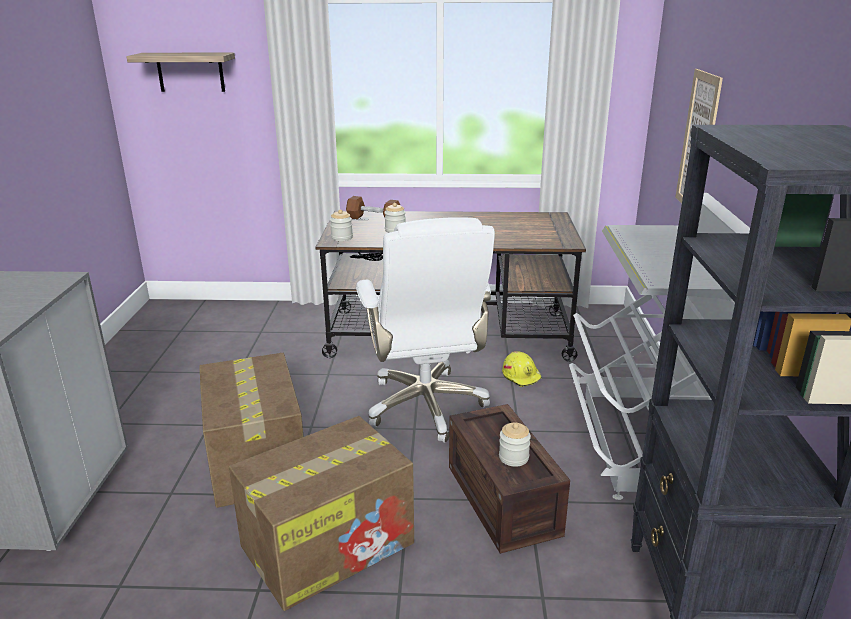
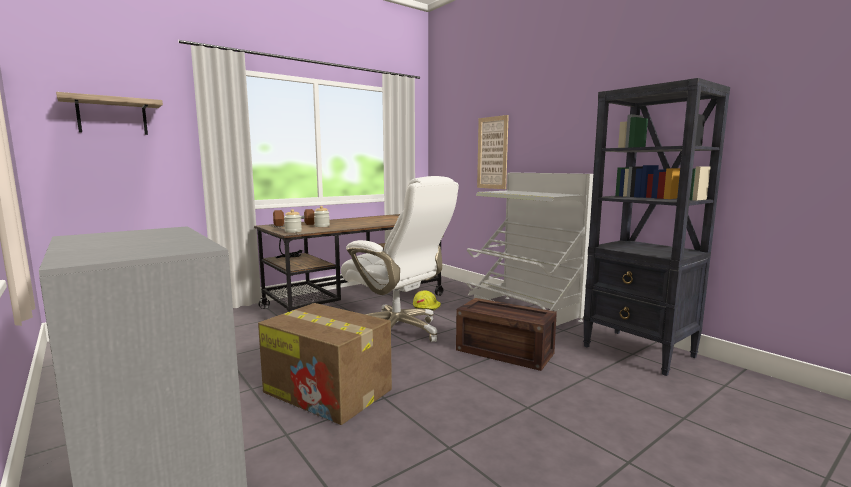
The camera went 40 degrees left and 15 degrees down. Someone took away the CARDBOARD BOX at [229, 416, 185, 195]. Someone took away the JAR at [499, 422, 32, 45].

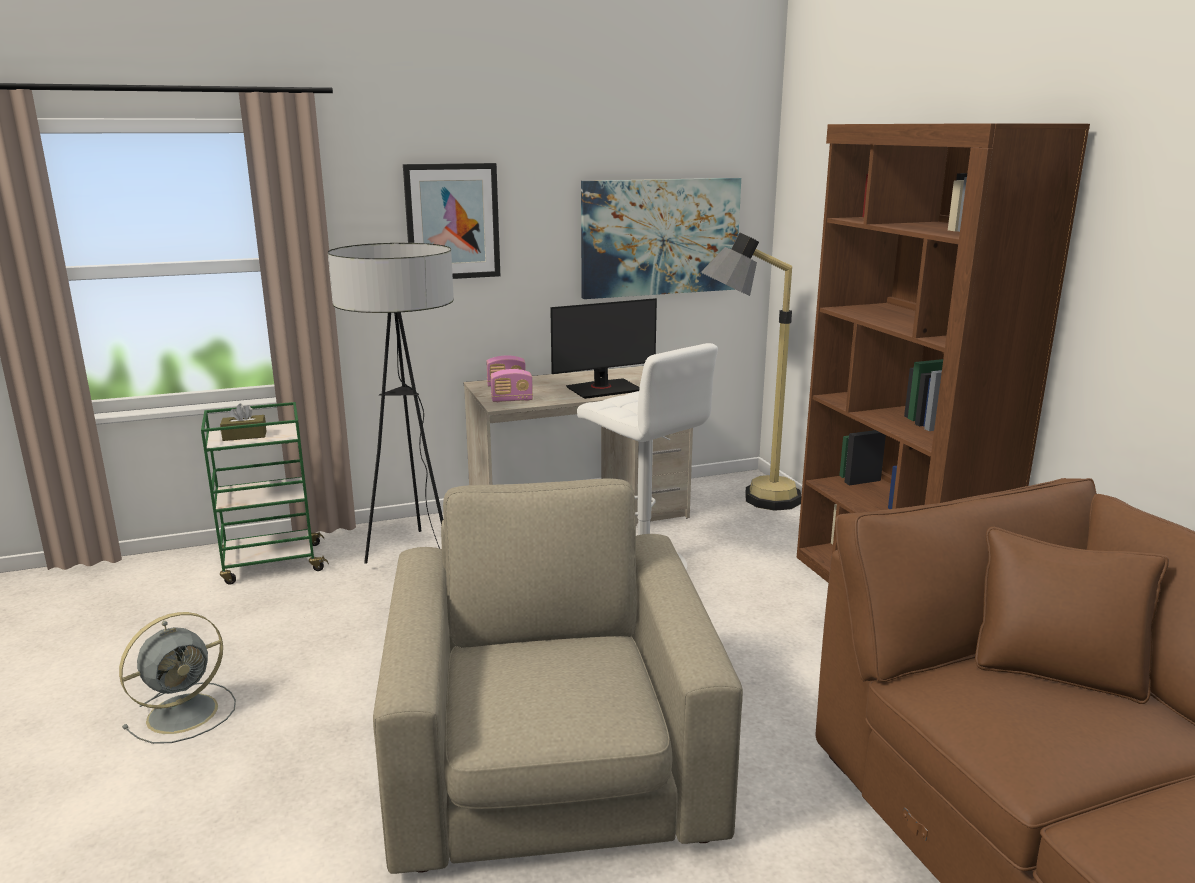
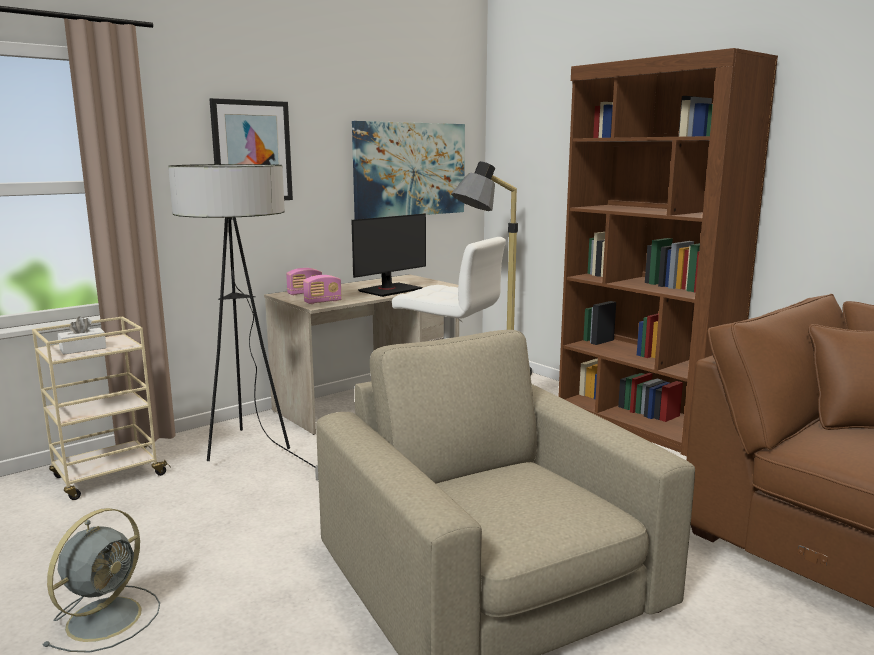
The camera went 20 degrees left and 5 degrees down. Someone repainted the GREEN CART at [201, 402, 128, 183], which became the BEIGE CART at [32, 316, 139, 184]. Someone repainted the BROWN TISSUE BOX at [220, 403, 46, 38], which became the WHITE TISSUE BOX at [58, 316, 49, 39].

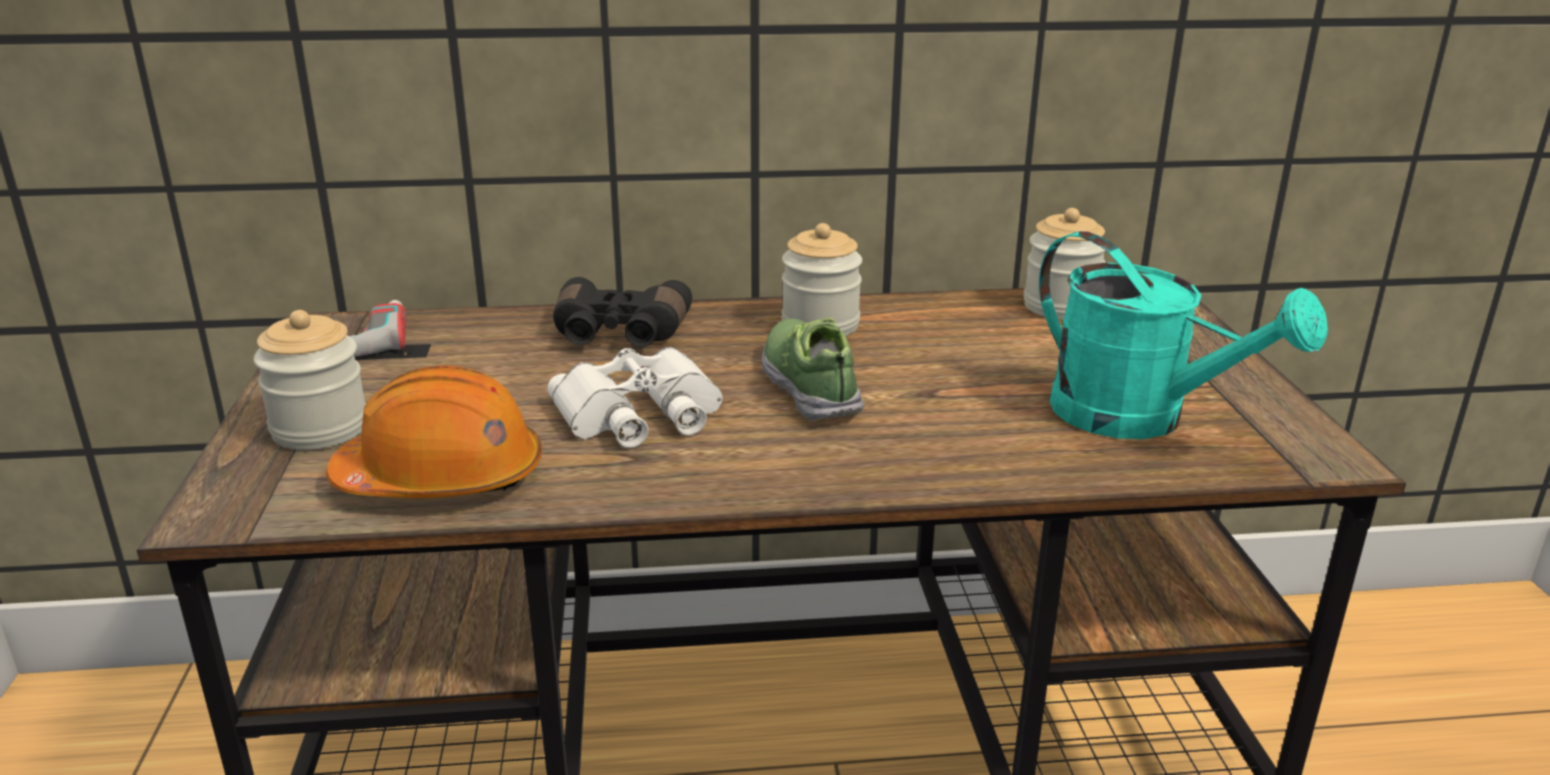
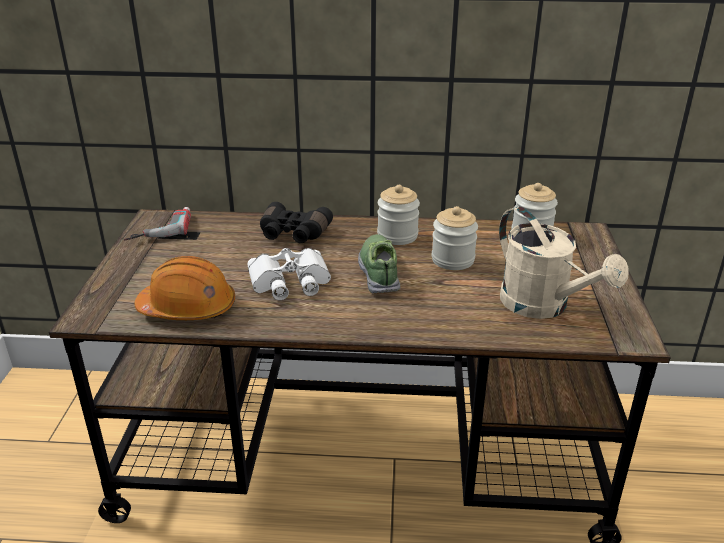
The camera went 10 degrees right and 5 degrees up. Someone carried the JAR from [254, 310, 112, 140] to [432, 206, 46, 64]. Someone repainted the TURQUOISE WATERING CAN at [1039, 231, 289, 208], which became the BEIGE WATERING CAN at [499, 207, 130, 112].

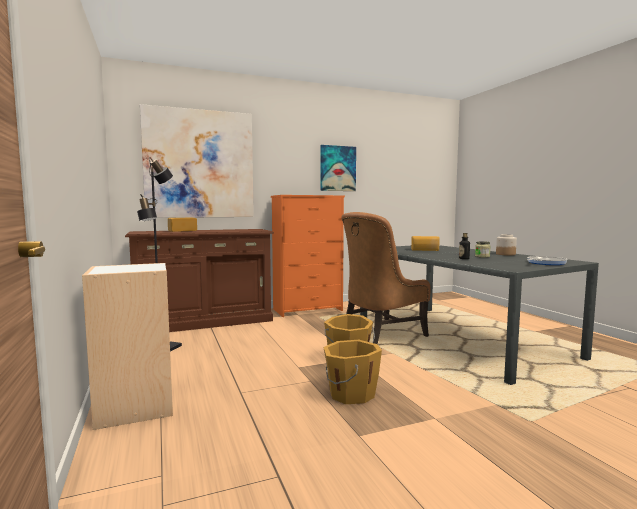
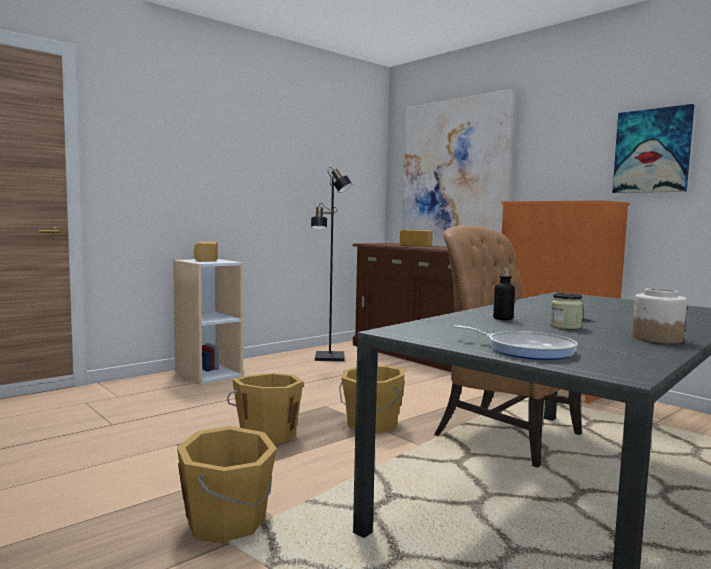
The camera went 70 degrees right and 0 degrees up. Someone put down the ORANGE BUCKET at [177, 426, 100, 118]. Someone carried the BREAD from [411, 236, 29, 15] to [194, 241, 24, 21].

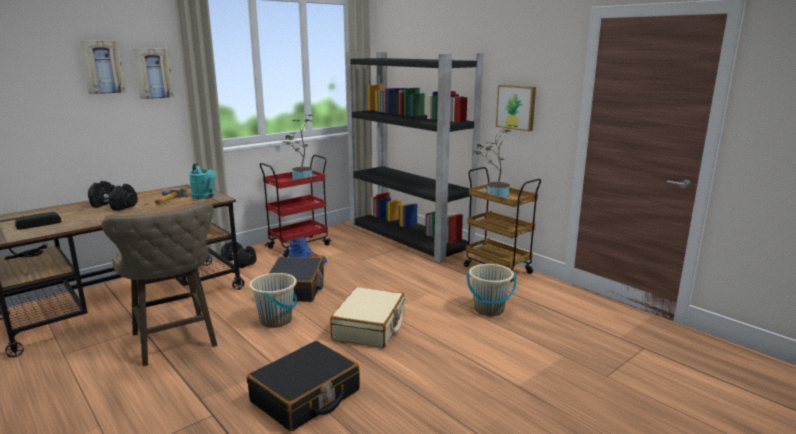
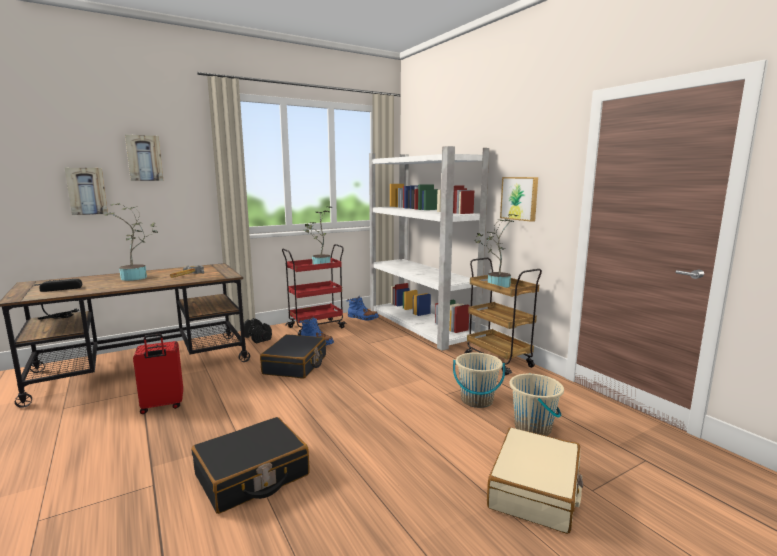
The camera went 10 degrees right and 5 degrees down. Someone carried the PICTURE from [133, 49, 41, 50] to [65, 168, 43, 47]. Someone swapped the BLACK DUMBBELL at [88, 181, 50, 30] for the POTTED PLANT at [104, 203, 54, 78]. Someone swapped the BEIGE STOOL at [102, 202, 116, 164] for the RED SUITCASE at [133, 334, 50, 80]. Someone put down the BLUE BOOT at [346, 296, 33, 24]. Someone repainted the BLACK BOOKCASE at [346, 52, 137, 211], which became the WHITE BOOKCASE at [369, 146, 120, 205]. Someone carried the BEIGE SUITCASE from [330, 287, 75, 61] to [487, 427, 96, 107]. Someone carried the BEIGE BUCKET from [249, 273, 48, 55] to [509, 373, 55, 63]. Someone took away the TURQUOISE WATERING CAN at [189, 163, 27, 36].

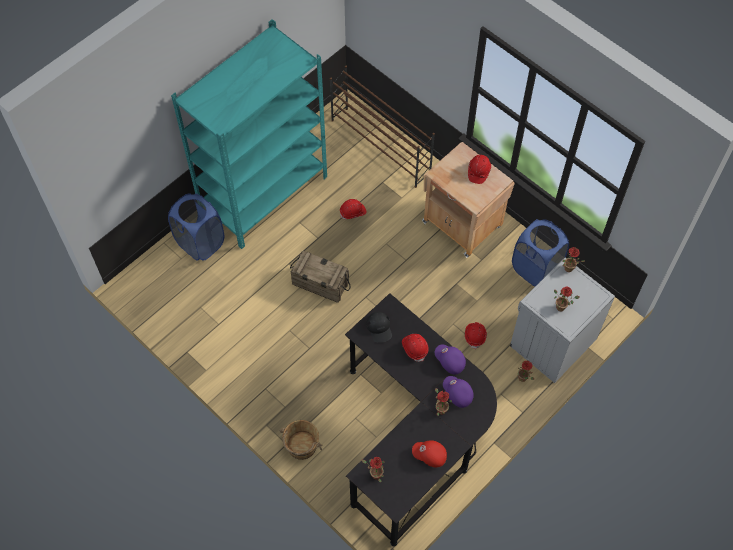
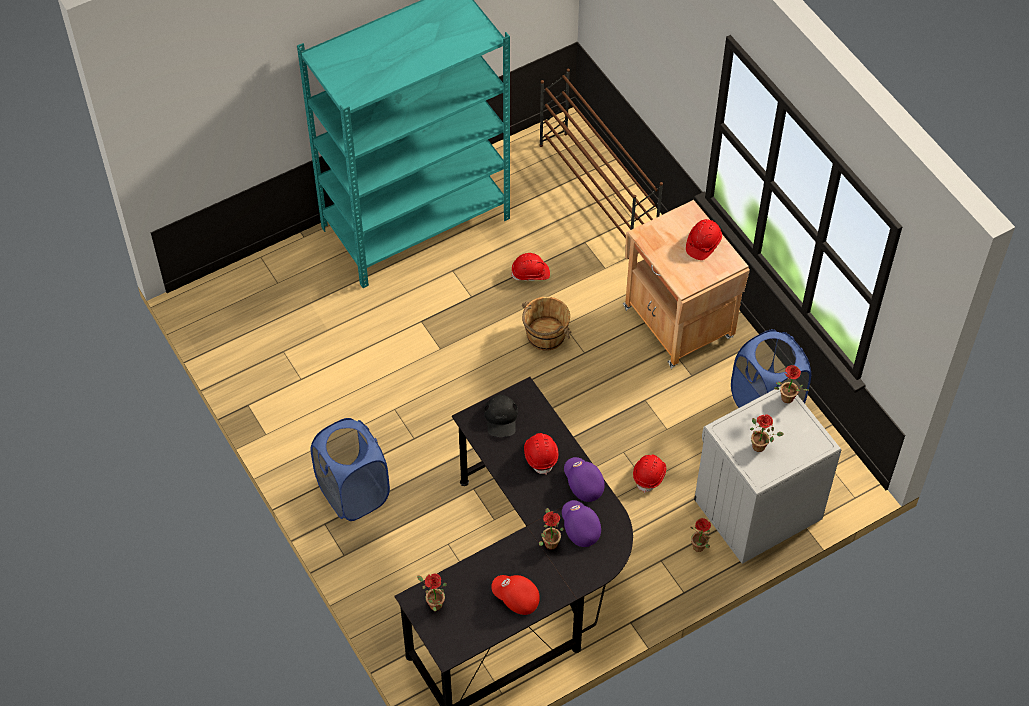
The camera went 15 degrees right and 5 degrees down. Someone carried the BLUE LAUNDRY BASKET from [168, 193, 56, 68] to [310, 418, 80, 103]. Someone carried the BROWN BUCKET from [280, 420, 43, 40] to [522, 297, 49, 54]. Someone took away the CRATE at [290, 251, 60, 52].

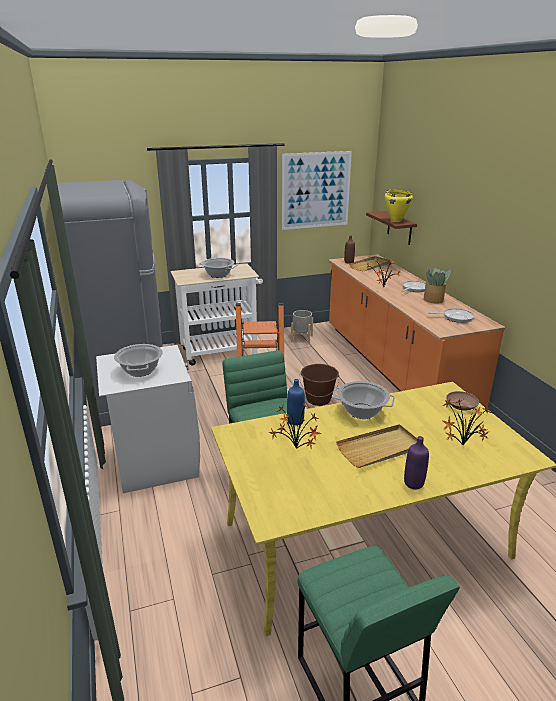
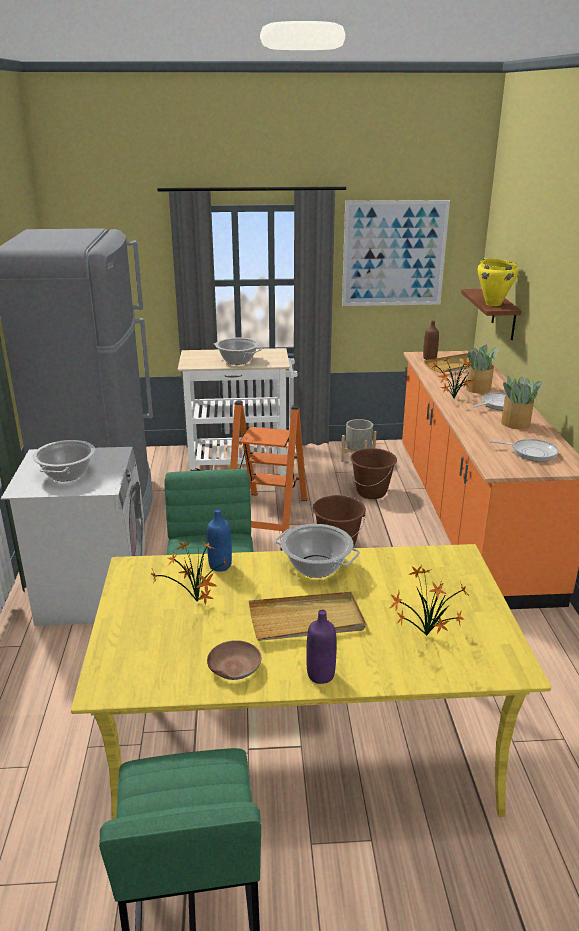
The camera went 15 degrees right and 0 degrees up. Someone carried the BROWN BOWL from [446, 391, 33, 20] to [207, 640, 55, 40]. Someone put down the BROWN BUCKET at [350, 448, 47, 51]. Someone put down the POTTED PLANT at [466, 344, 32, 50].

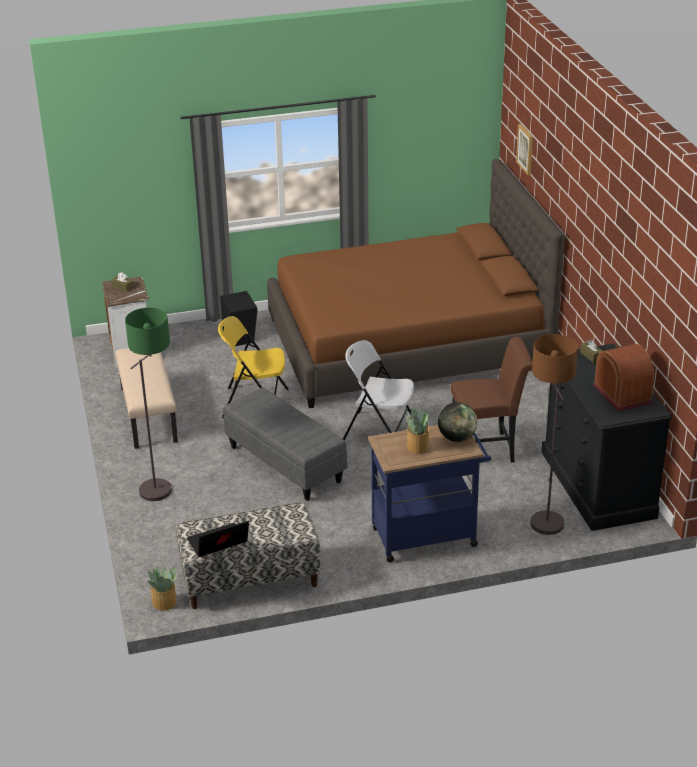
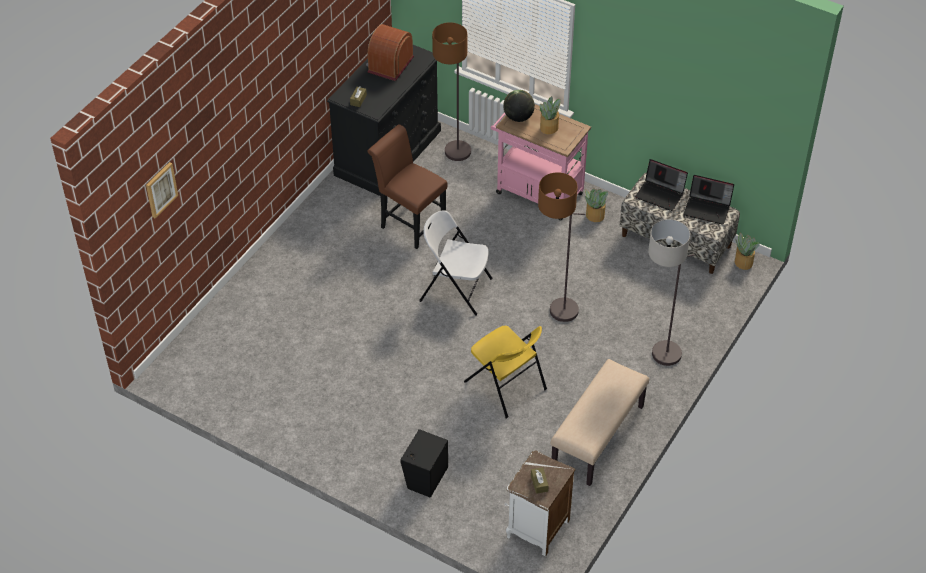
The camera went 135 degrees left and 15 degrees up. Someone rotated the WHITE CHAIR at [343, 340, 71, 100] by 135 degrees clockwise. Someone repainted the BLUE CART at [368, 425, 123, 137], which became the PINK CART at [490, 104, 101, 117]. Someone swapped the GREY OTTOMAN at [223, 388, 125, 113] for the BROWN FLOOR LAMP at [538, 172, 47, 150]. Someone put down the POTTED PLANT at [584, 188, 24, 34]. Someone put down the LAPTOP at [635, 159, 53, 52]. Someone repainted the GREEN FLOOR LAMP at [125, 308, 47, 193], which became the GREY FLOOR LAMP at [648, 219, 47, 147]. Someone took away the BROWN BED at [267, 159, 298, 249].

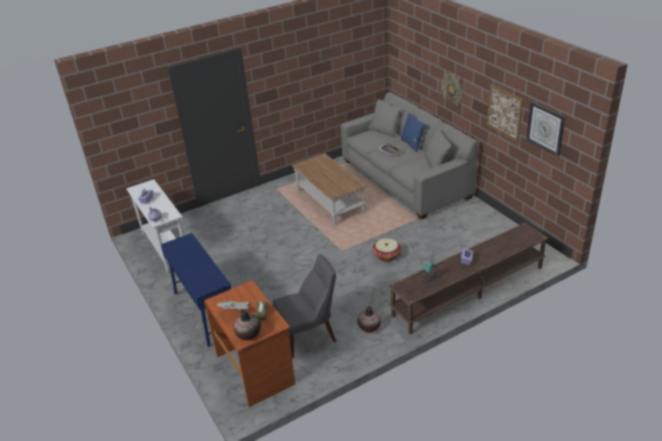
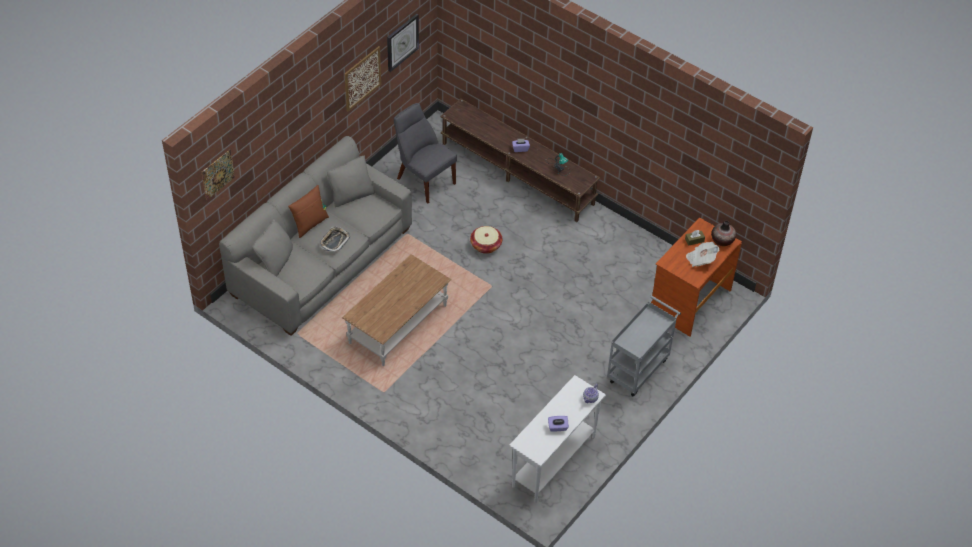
The camera went 115 degrees left and 15 degrees up. Someone carried the PICTURE from [441, 69, 21, 38] to [202, 150, 33, 50]. Someone repainted the BLUE PILLOW at [401, 112, 24, 40], which became the BROWN PILLOW at [288, 185, 41, 53]. Someone carried the GREY CHAIR from [273, 255, 63, 104] to [394, 103, 63, 100]. Someone swapped the BLUE CONSOLE TABLE at [161, 233, 70, 114] for the GREY CART at [607, 295, 74, 101]. Someone took away the VASE at [358, 306, 23, 27].

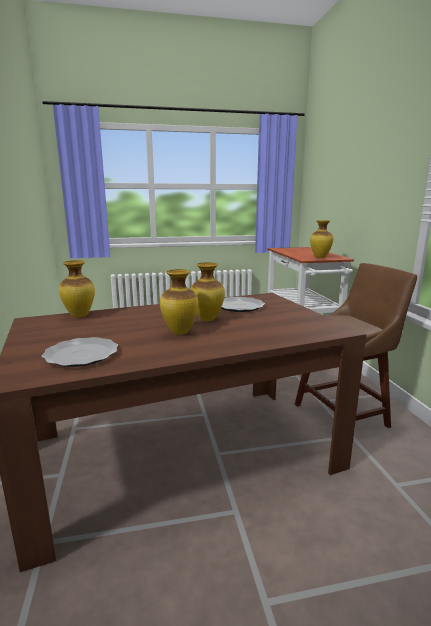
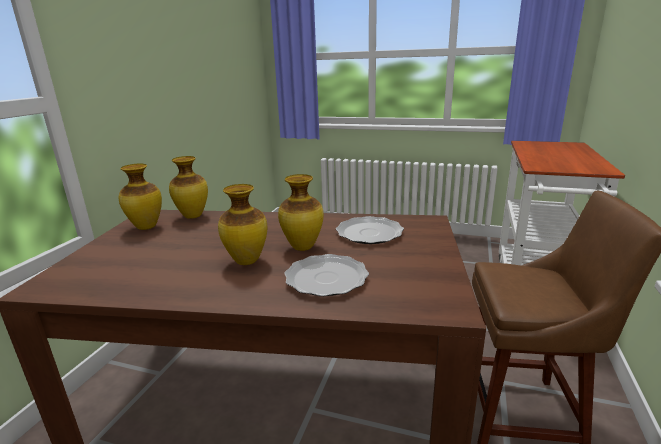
The camera went 30 degrees right and 5 degrees up. Someone carried the VASE from [310, 220, 23, 38] to [119, 164, 43, 66]. Someone carried the PLATE from [42, 337, 76, 30] to [284, 254, 85, 42].

